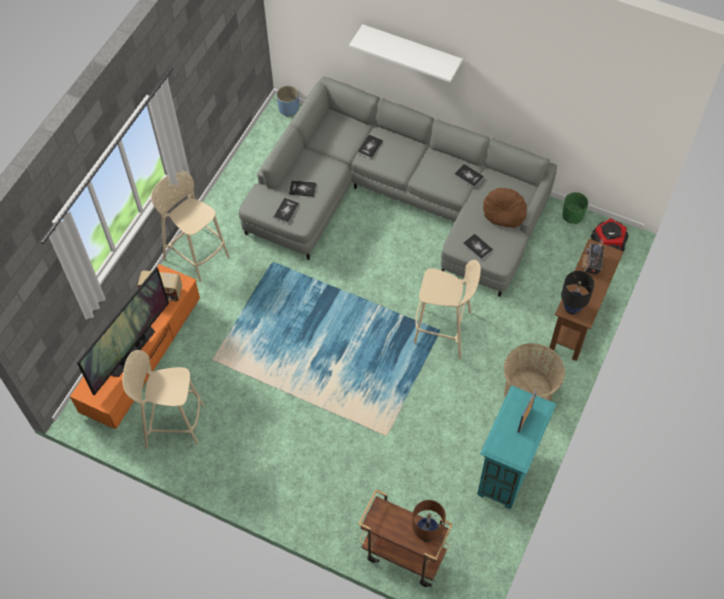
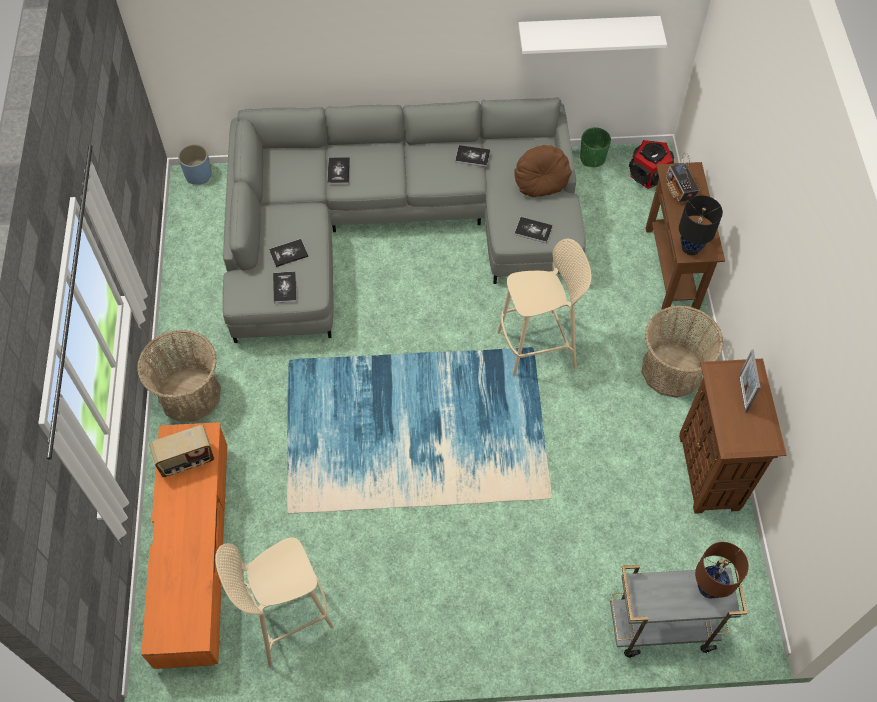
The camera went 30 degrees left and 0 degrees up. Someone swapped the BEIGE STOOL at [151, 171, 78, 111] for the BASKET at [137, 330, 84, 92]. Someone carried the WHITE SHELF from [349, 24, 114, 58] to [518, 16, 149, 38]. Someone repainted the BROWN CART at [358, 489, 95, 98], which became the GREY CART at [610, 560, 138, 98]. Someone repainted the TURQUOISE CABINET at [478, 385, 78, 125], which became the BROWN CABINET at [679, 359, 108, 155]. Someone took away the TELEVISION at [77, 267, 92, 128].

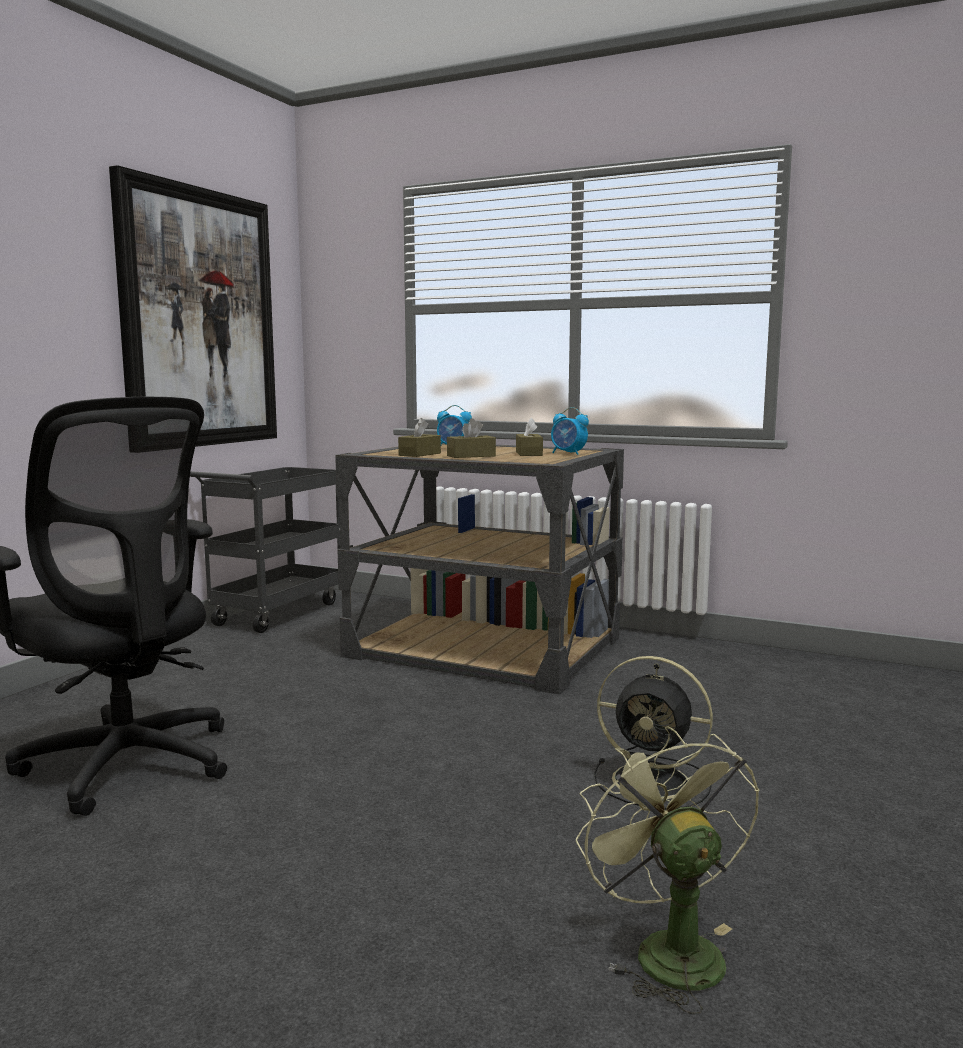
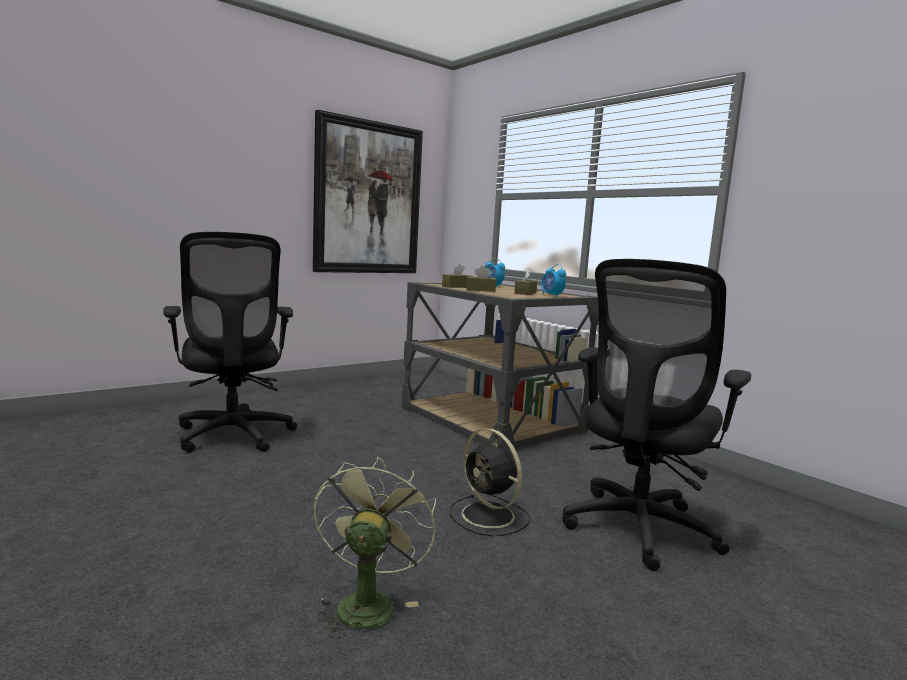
The camera went 25 degrees right and 0 degrees up. Someone put down the BLACK OFFICE CHAIR at [562, 259, 189, 312]. Someone took away the GREY CART at [190, 467, 151, 166].

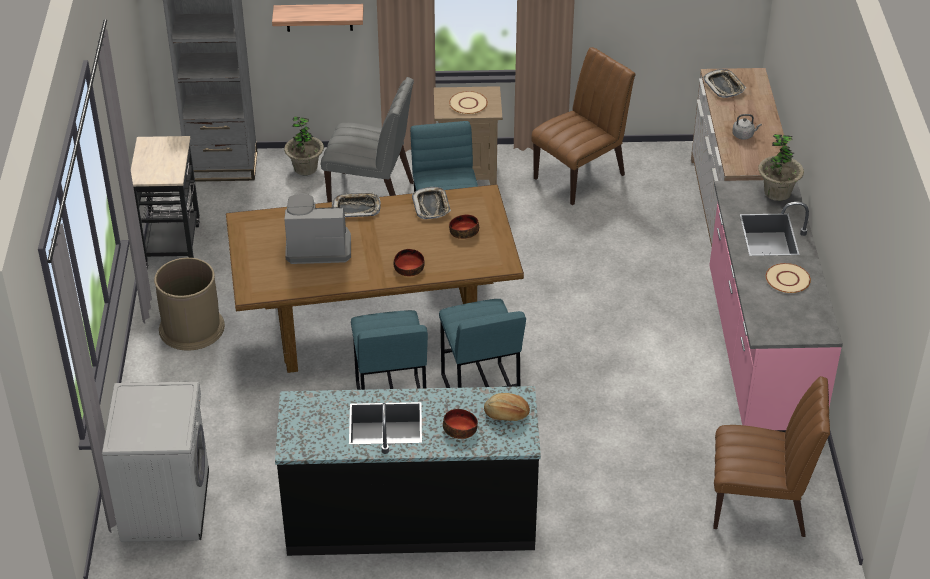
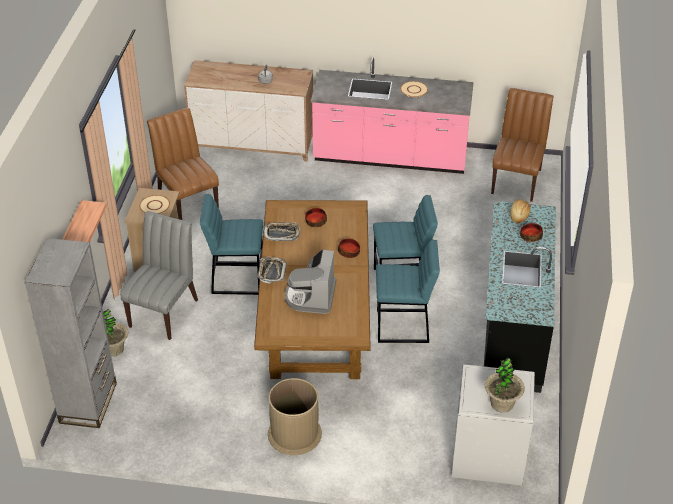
The camera went 80 degrees left and 0 degrees up. Someone carried the POTTED PLANT from [758, 134, 46, 67] to [485, 357, 40, 56]. Someone took away the CART at [131, 136, 69, 133]. Someone took away the TRAY at [703, 69, 44, 29].

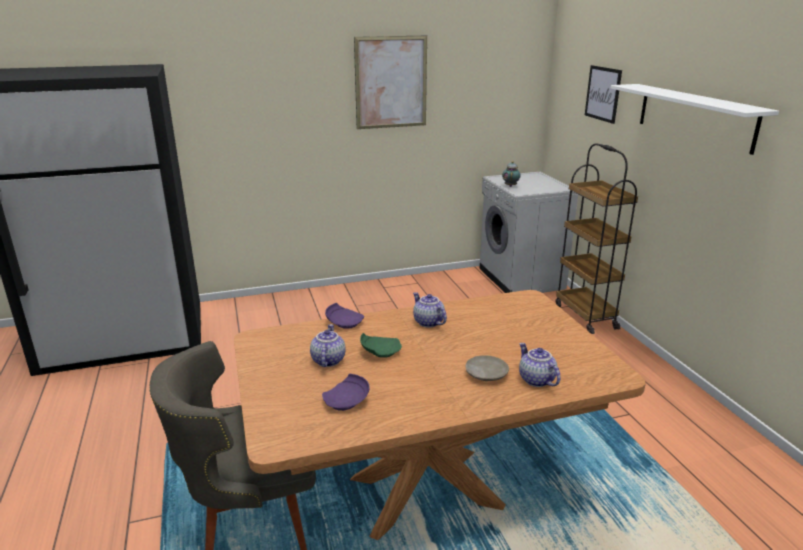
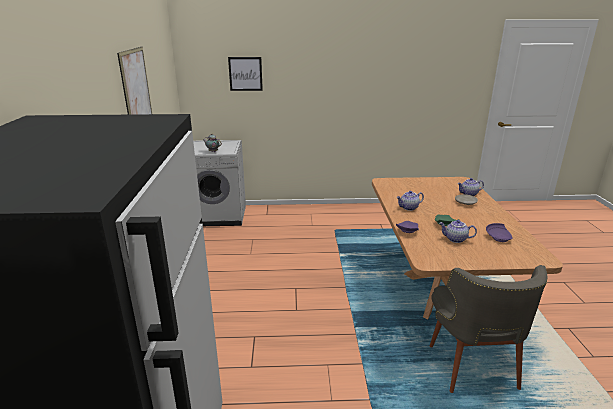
The camera went 75 degrees left and 0 degrees up. Someone took away the BROWN CART at [556, 143, 82, 191]. Someone took away the WHITE SHELF at [611, 84, 168, 71].

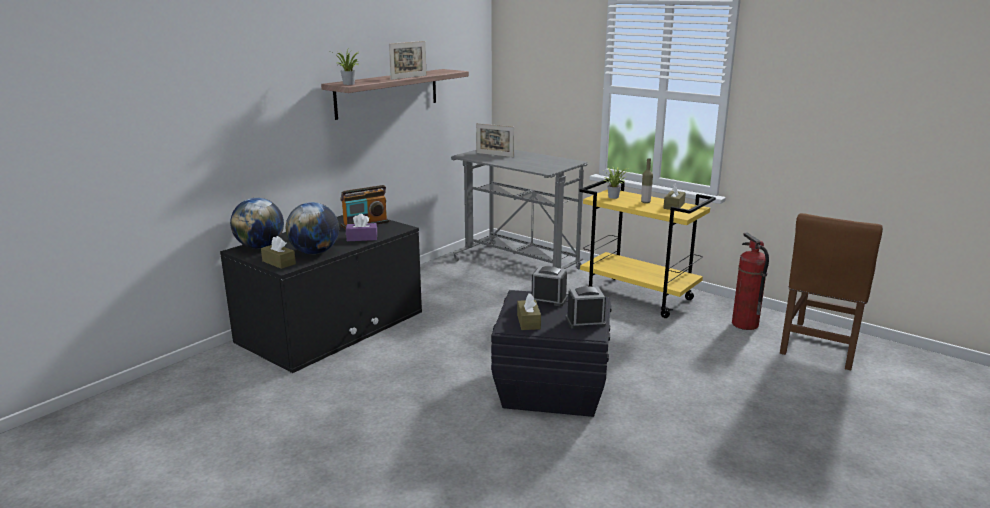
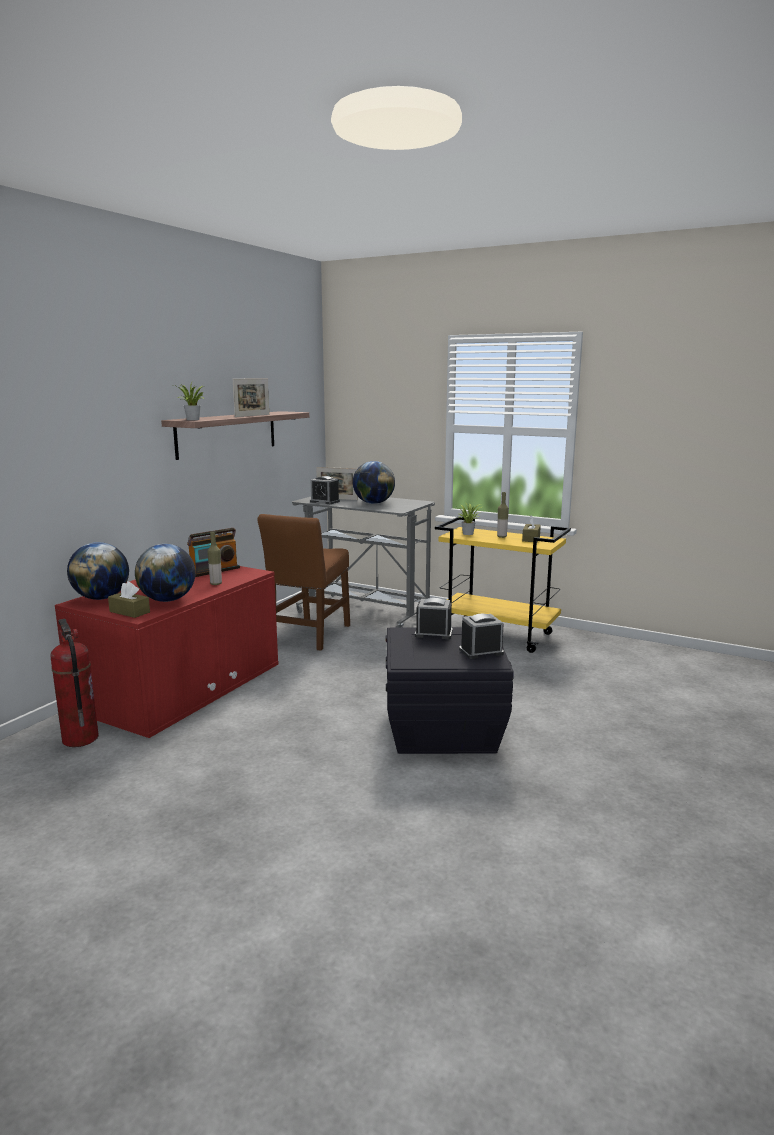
The camera went 10 degrees left and 5 degrees down. Someone carried the FIRE EXTINGUISHER from [732, 233, 37, 97] to [50, 619, 49, 128]. Someone repainted the BLACK CABINET at [220, 215, 202, 158], which became the RED CABINET at [55, 566, 223, 172]. Someone swapped the PURPLE TISSUE BOX at [346, 214, 31, 27] for the BOTTLE at [207, 532, 15, 53]. Someone carried the BROWN CHAIR from [780, 213, 103, 157] to [258, 514, 92, 137]. Someone put down the ALARM CLOCK at [310, 476, 30, 28]. Someone put down the GLOBE at [353, 461, 42, 43]. Someone took away the BROWN TISSUE BOX at [517, 294, 24, 36].

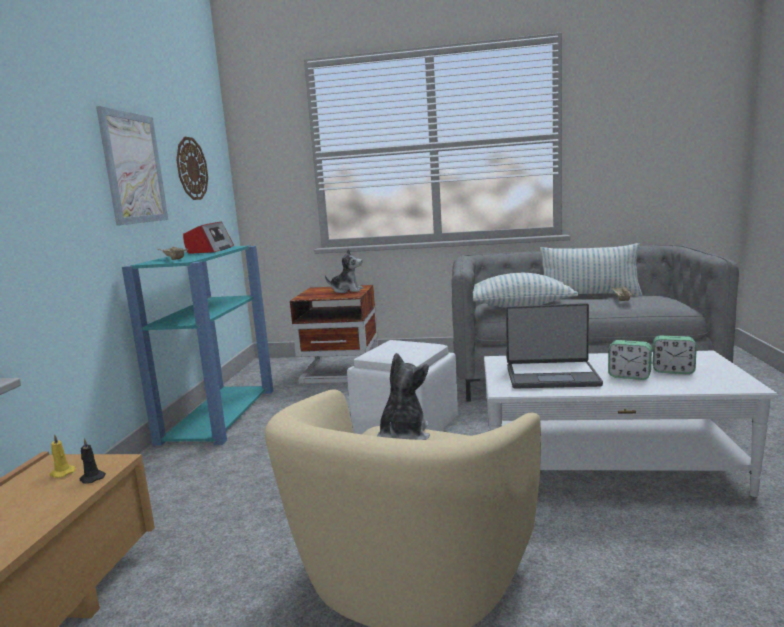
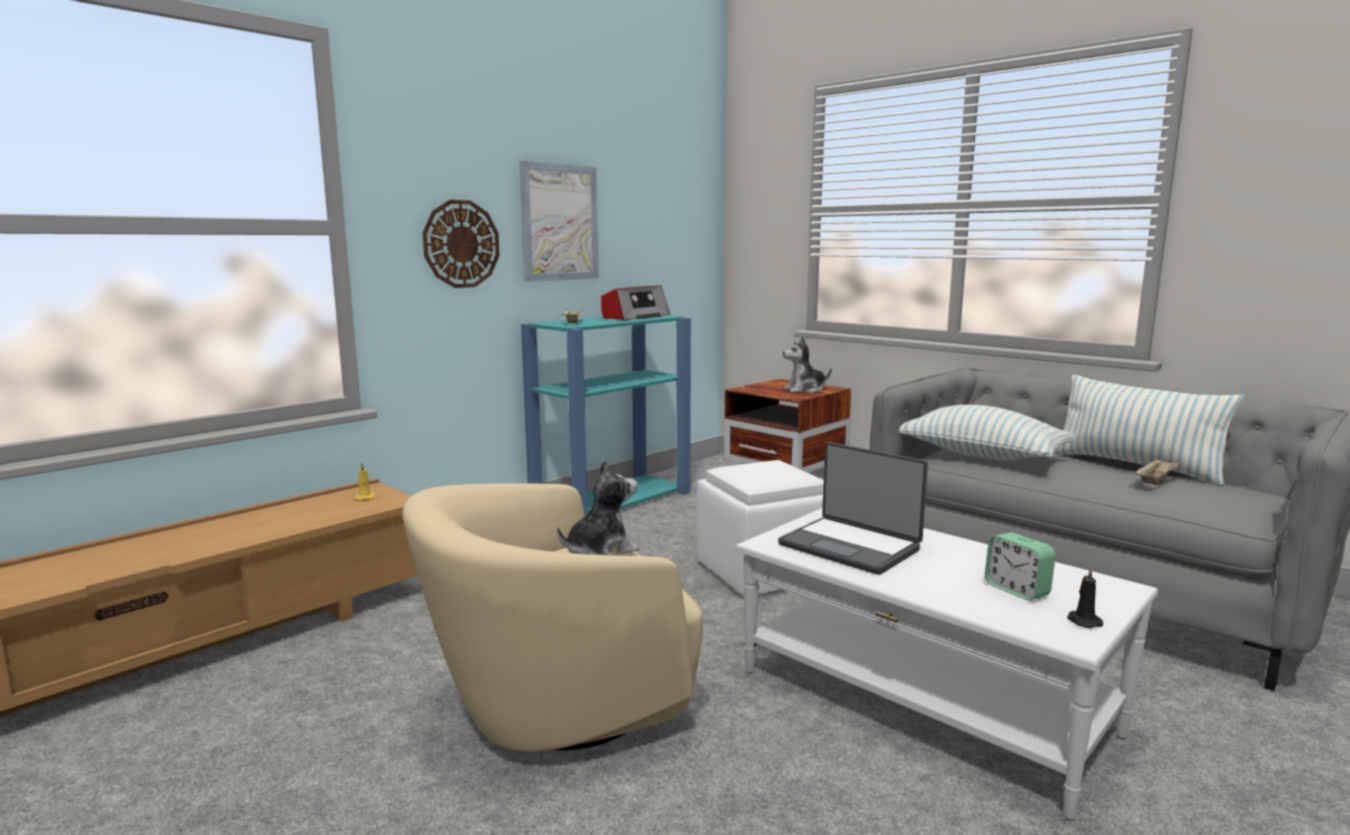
The camera went 35 degrees right and 0 degrees up. Someone carried the WALL CLOCK from [176, 137, 32, 63] to [423, 200, 77, 88]. Someone rotated the PLUSH TOY at [325, 249, 38, 44] by 120 degrees clockwise. Someone carried the BLACK CANDLE from [80, 438, 26, 46] to [1067, 567, 36, 61]. Someone took away the ALARM CLOCK at [608, 340, 44, 40].

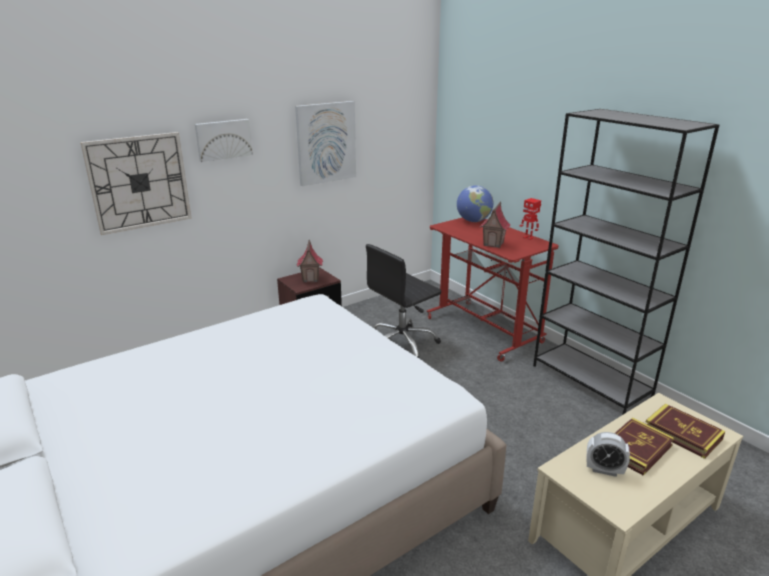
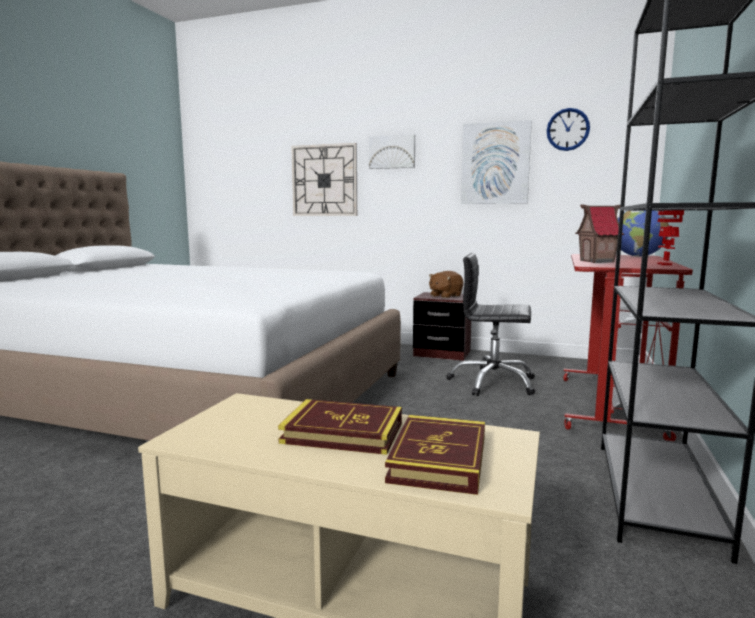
The camera went 55 degrees right and 15 degrees down. Someone swapped the TOY HOUSE at [297, 239, 26, 44] for the BROWN PLUSH TOY at [429, 271, 35, 27]. Someone put up the WALL CLOCK at [547, 108, 43, 43]. Someone took away the ALARM CLOCK at [587, 432, 43, 45].

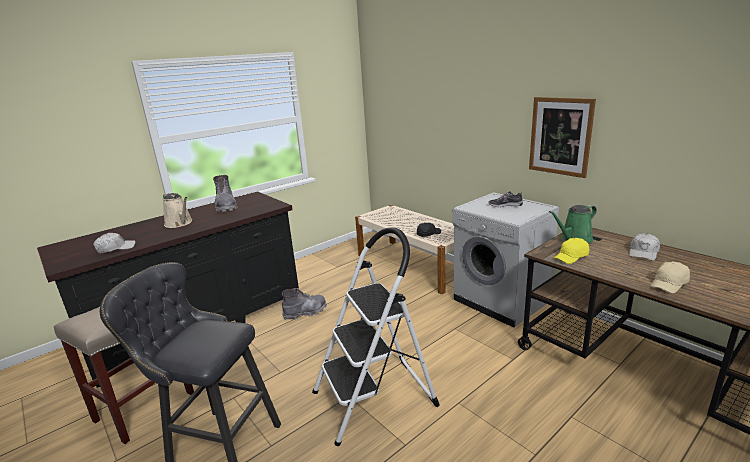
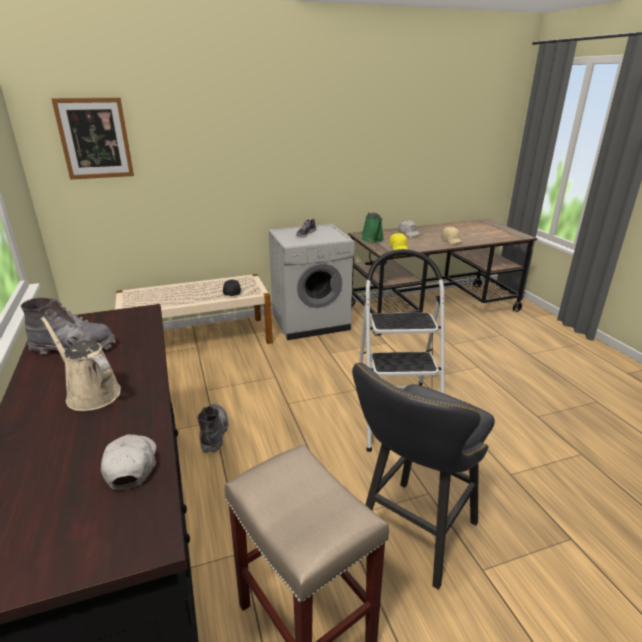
The camera went 70 degrees left and 5 degrees up. Someone rotated the BEIGE WATERING CAN at [163, 193, 29, 35] by 120 degrees counterclockwise. Someone carried the PICTURE from [529, 97, 67, 81] to [51, 98, 83, 82].

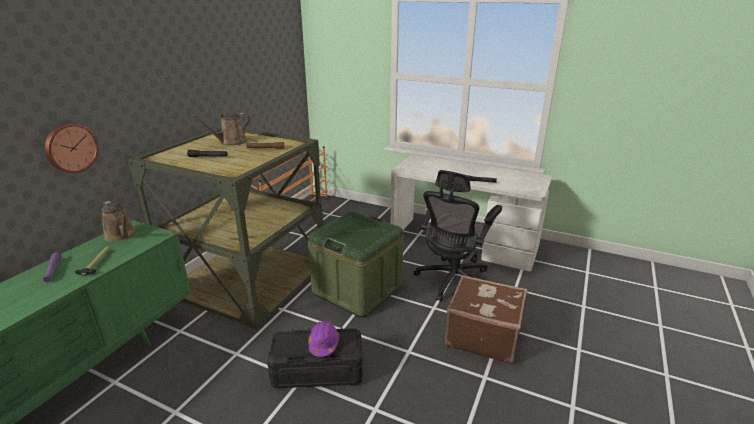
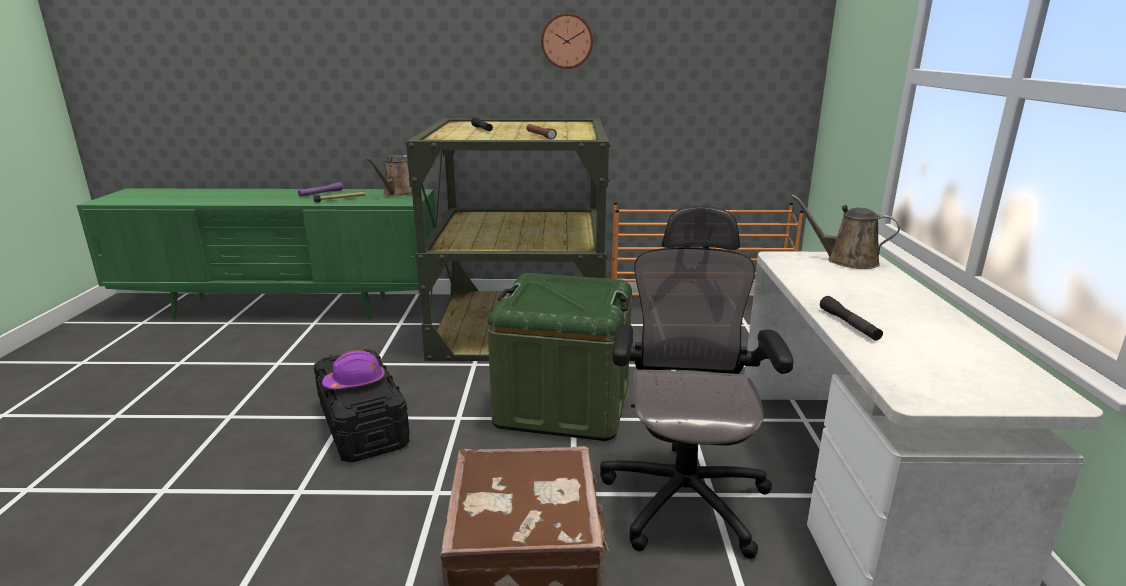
The camera went 65 degrees right and 5 degrees down. Someone carried the WALL CLOCK from [45, 123, 54, 50] to [541, 13, 52, 56]. Someone rotated the OFFICE CHAIR at [413, 170, 89, 132] by 90 degrees clockwise. Someone carried the BROWN WATERING CAN from [191, 112, 60, 34] to [791, 195, 109, 74].

